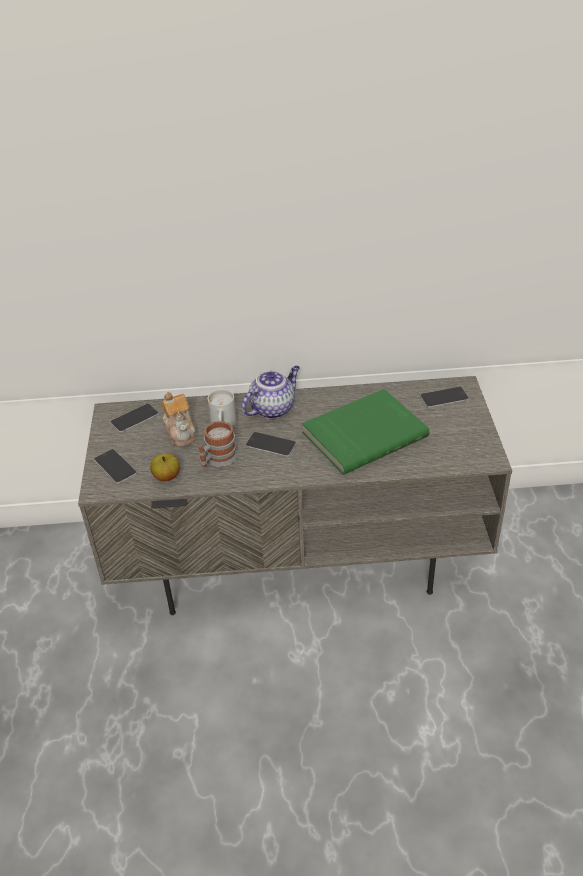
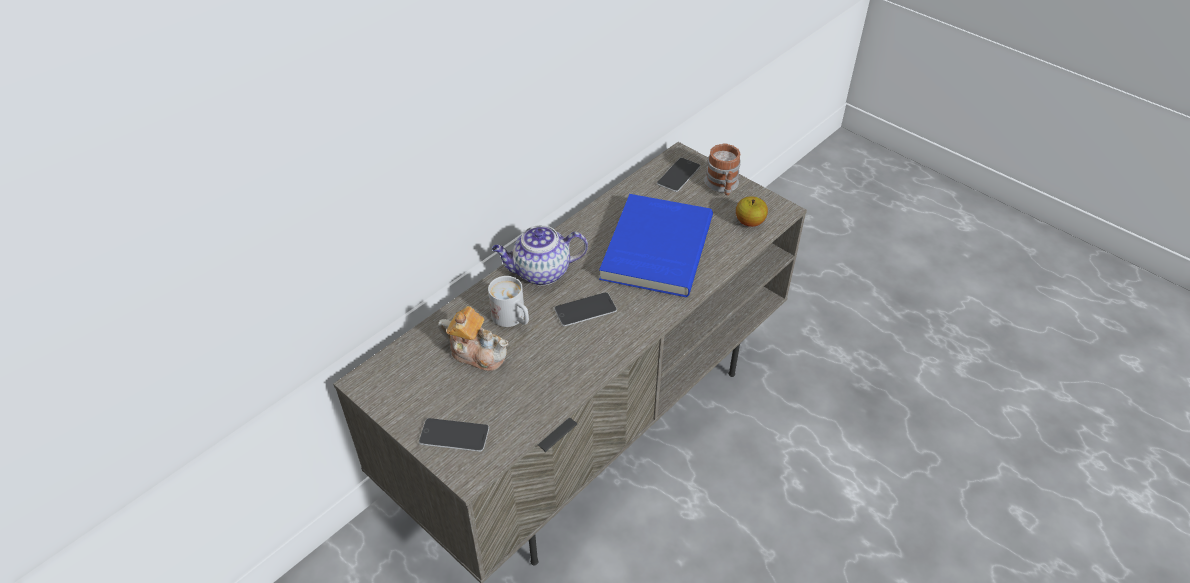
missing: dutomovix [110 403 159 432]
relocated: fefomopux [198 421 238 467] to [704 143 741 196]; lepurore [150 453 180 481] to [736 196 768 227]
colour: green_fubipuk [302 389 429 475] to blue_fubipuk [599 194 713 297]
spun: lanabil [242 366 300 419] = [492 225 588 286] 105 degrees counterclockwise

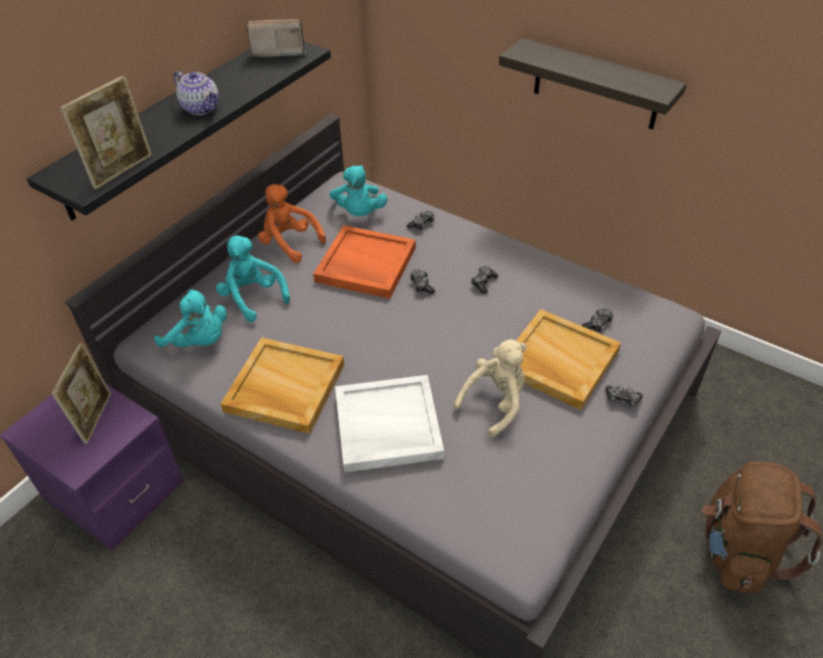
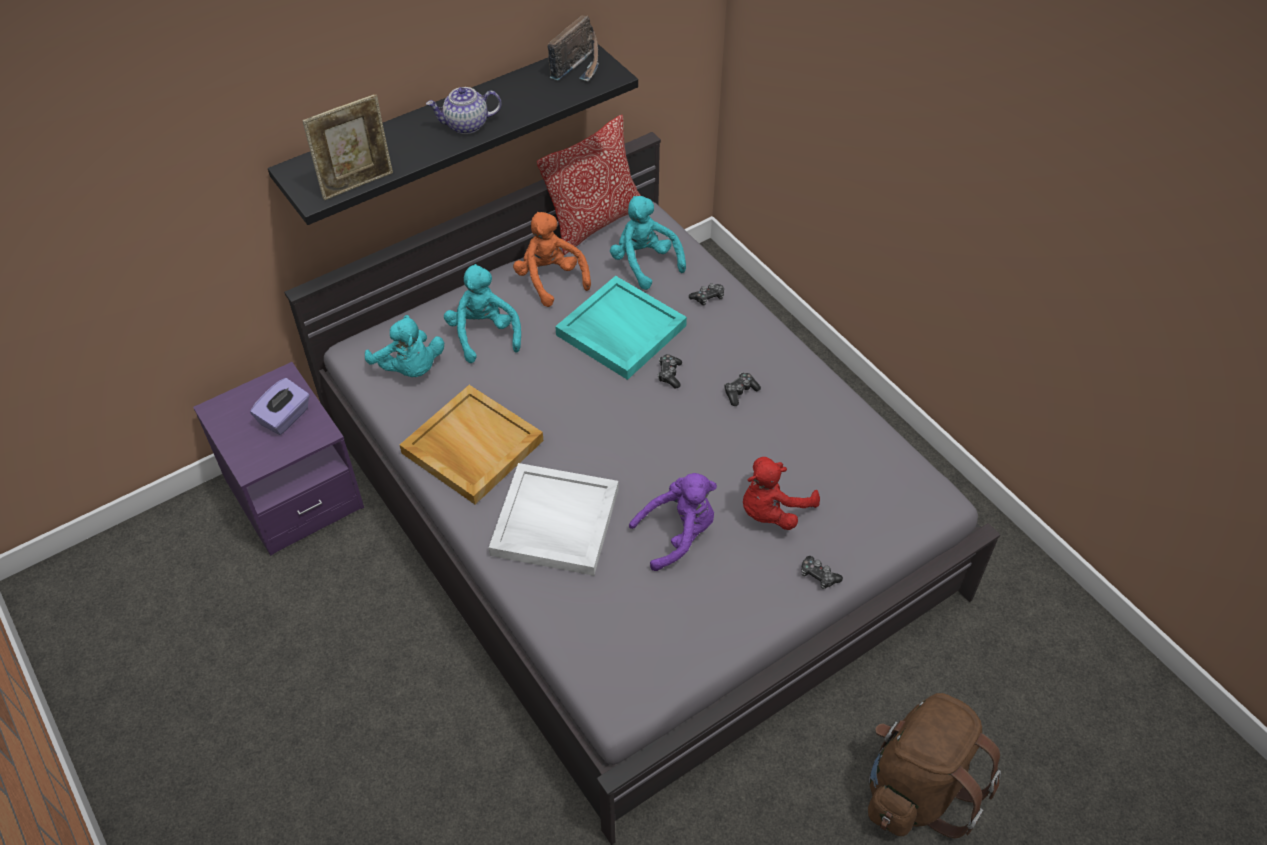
missing: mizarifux [499 38 687 130]; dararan [581 309 614 332]
appeared: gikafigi [537 115 641 255]
exchanged: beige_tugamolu [516 309 621 410] to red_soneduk [743 457 820 530]; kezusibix [52 342 111 444] to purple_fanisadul [250 378 310 435]
colour: orange_tugamolu [313 225 416 299] to turquoise_tugamolu [555 276 687 380]; beige_soneduk [453 339 527 438] to purple_soneduk [629 473 717 571]
spun: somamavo [246 19 306 57] = [547 15 599 81] 105 degrees clockwise; lanabil [174 71 219 115] = [426 87 502 134] 105 degrees clockwise; turquoise_soneduk [330 165 388 216] = [610 196 686 290] 135 degrees clockwise

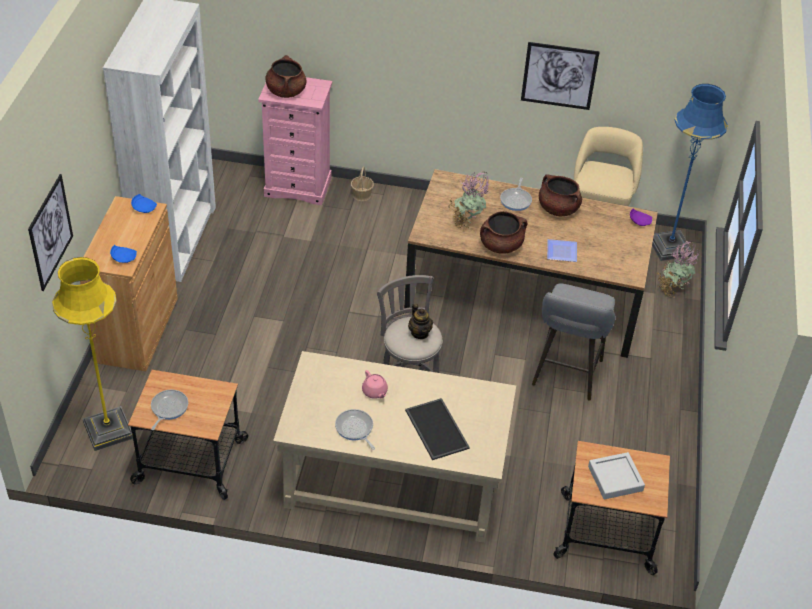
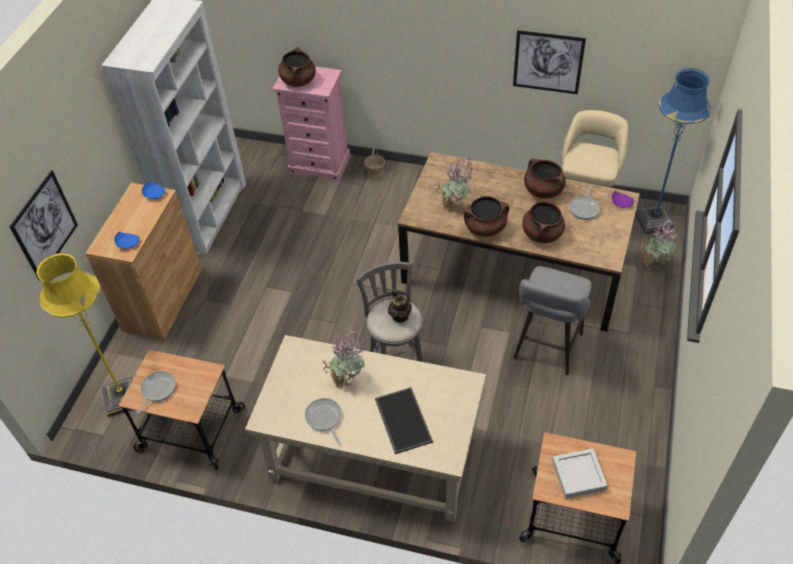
relocated: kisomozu [500 177 532 211] to [569 185 601 220]
exchanged: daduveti [547 239 577 262] to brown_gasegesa [522 198 565 243]; pink_lanabil [362 370 388 399] to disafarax [323 329 365 390]

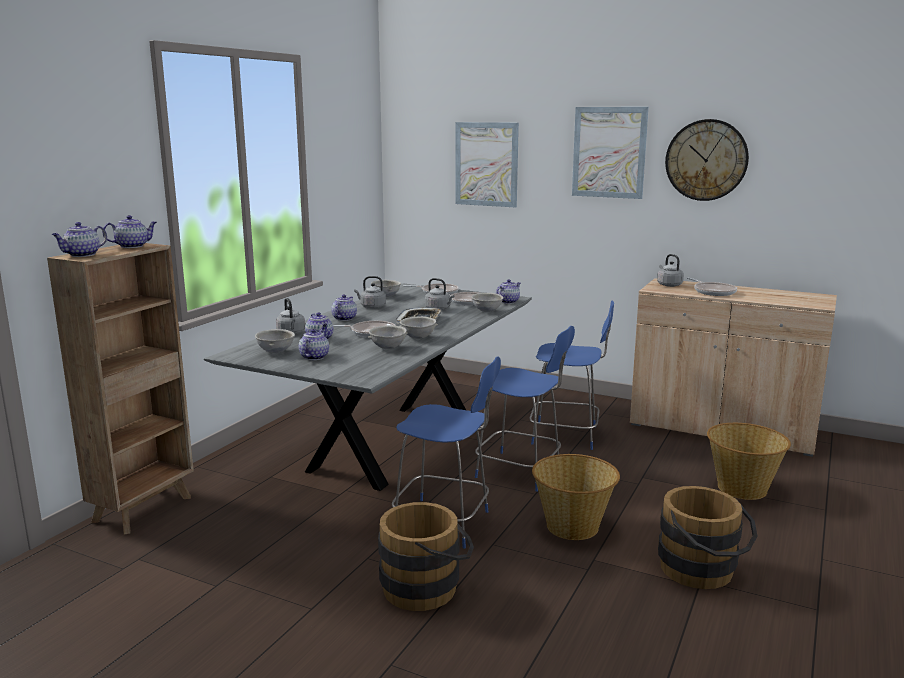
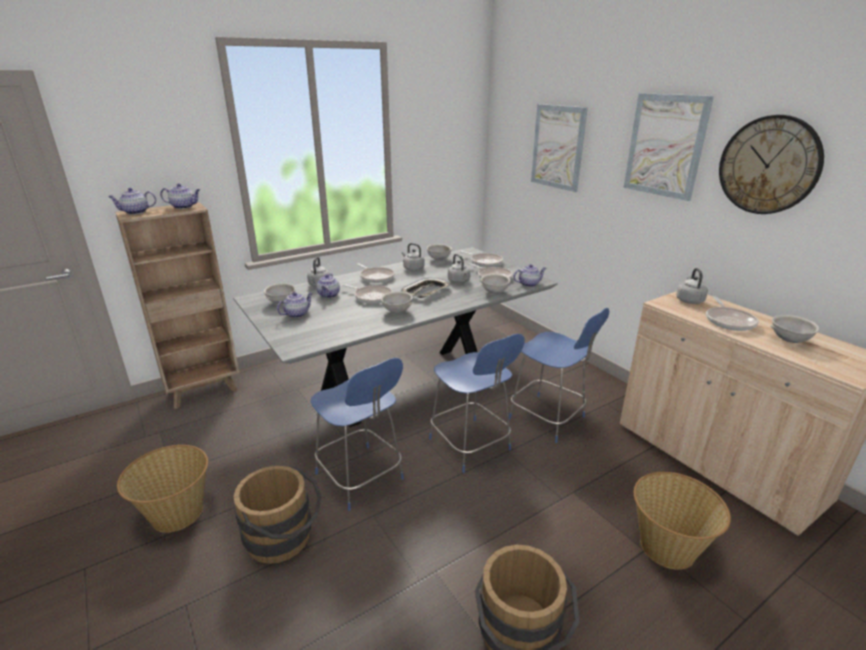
relocated: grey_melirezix [368 325 408 349] to [770 315 819 343]; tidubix [532 454 620 540] to [117 445 208 533]
exchanged: lanabil [331 294 357 321] to kisomozu [356 263 395 283]

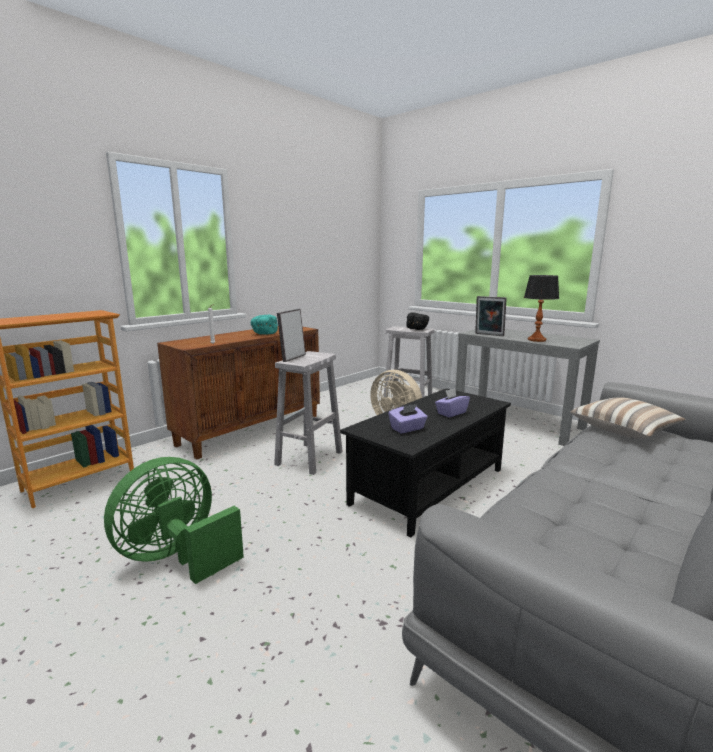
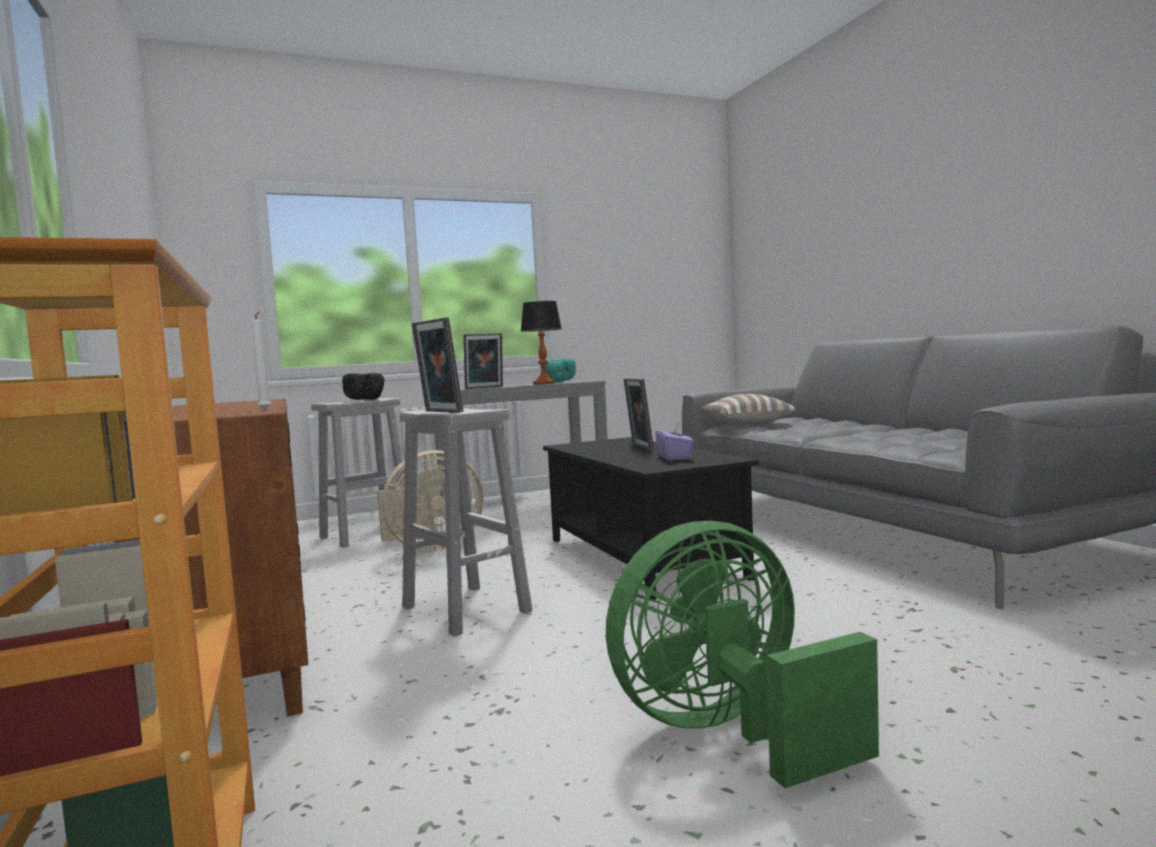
relocated: turquoise_melirezix [251 315 278 334] to [545 358 576 382]
exchanged: purple_fanisadul [435 388 470 417] to kezusibix [624 378 654 451]
spun: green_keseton [104 457 244 584] = [606 521 879 788] 90 degrees clockwise

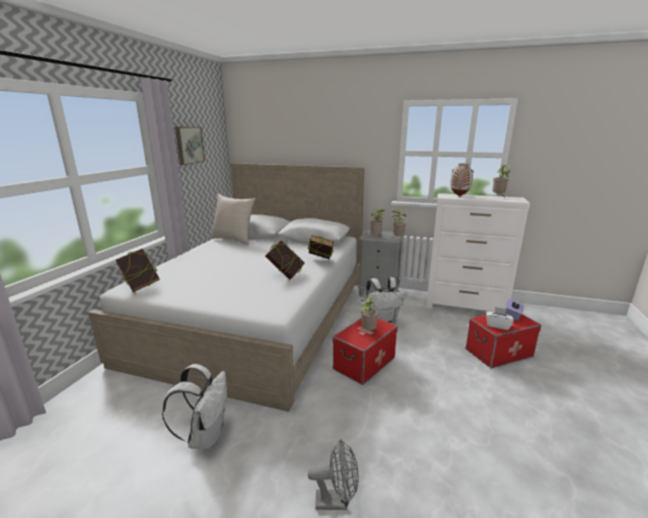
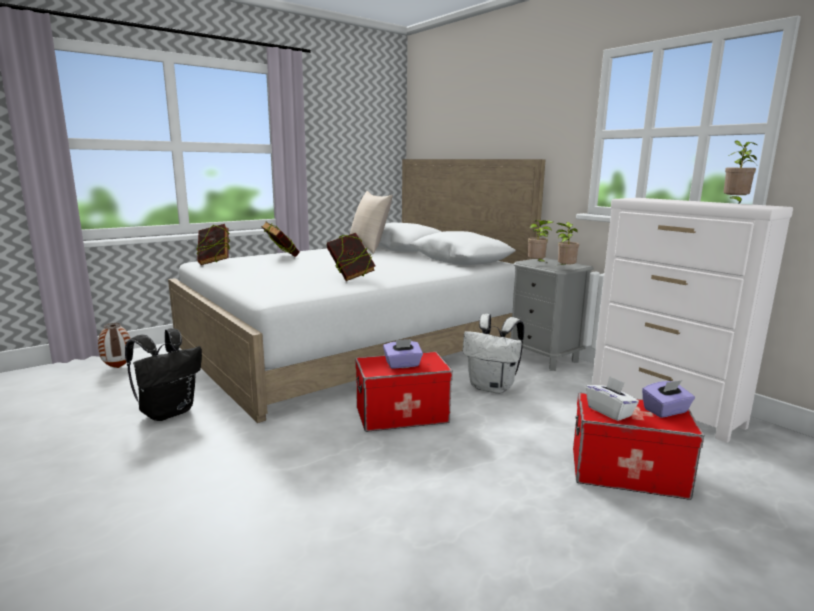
missing: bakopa [175 127 205 165]; grey_keseton [308 439 359 510]
relocated: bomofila [450 164 474 196] to [98 323 131 368]; fubipuk [308 235 334 259] to [261 222 300 257]
exchanged: disafarax [361 294 378 330] to purple_fanisadul [383 339 423 368]
colour: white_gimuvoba [162 364 227 450] to black_gimuvoba [125 328 202 421]

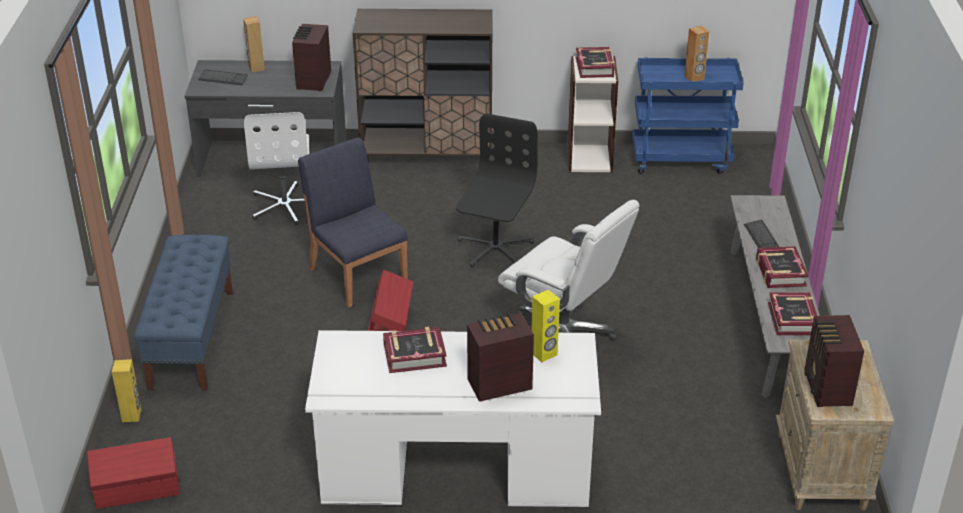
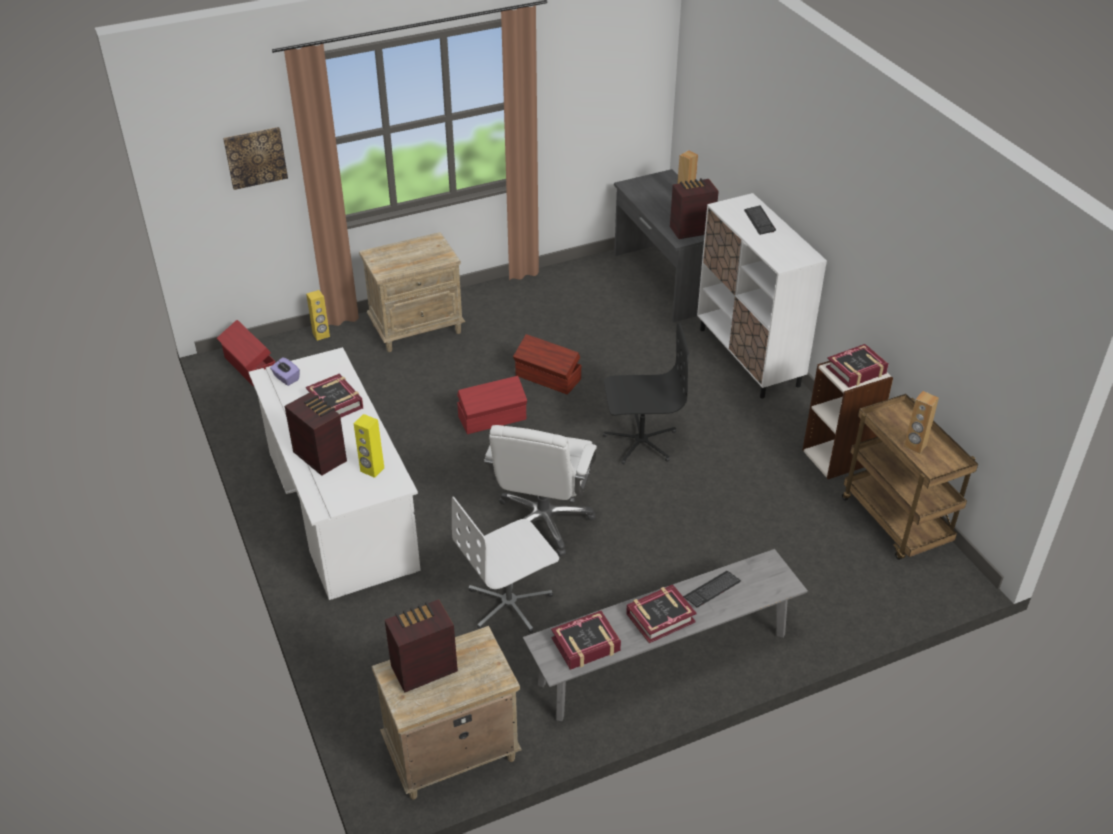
appeared: bakopa [223 127 288 190]; purple_fanisadul [270 357 300 386]
relocated: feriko [198 69 248 85] to [744 206 776 235]; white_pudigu [244 112 309 225] to [452 496 559 633]
exchanged: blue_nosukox [298 137 408 308] to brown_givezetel [513 334 581 395]; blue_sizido [134 235 233 391] to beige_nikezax [359 232 465 352]
colour: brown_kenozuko [353 9 493 164] to white_kenozuko [697 193 827 399]; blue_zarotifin [632 57 744 174] to brown_zarotifin [842 394 978 560]

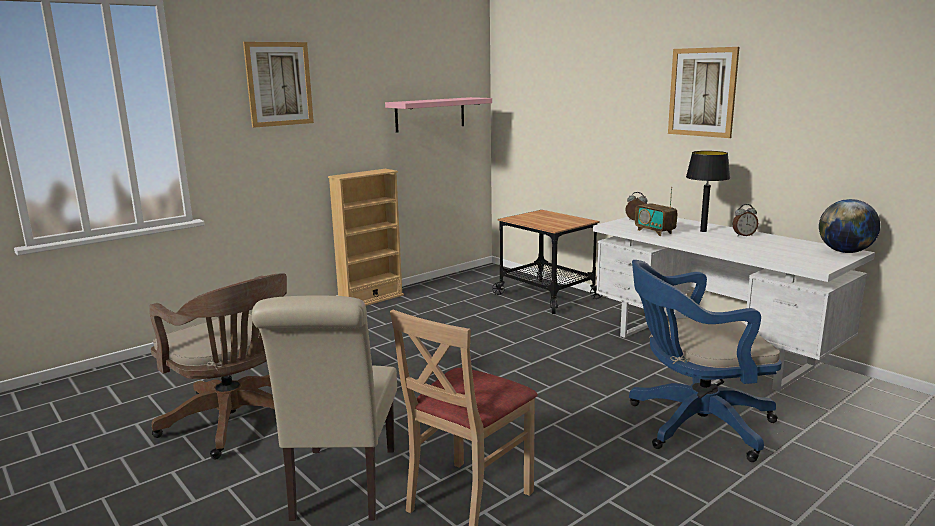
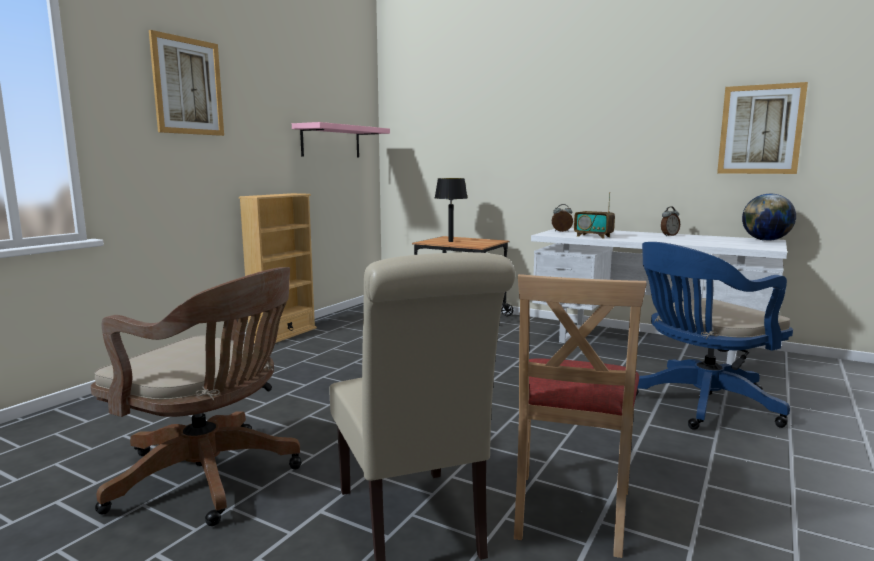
relocated: bakopa [668 47 739 138] to [717 82 808 174]; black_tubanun [686 151 730 232] to [435 178 467 242]

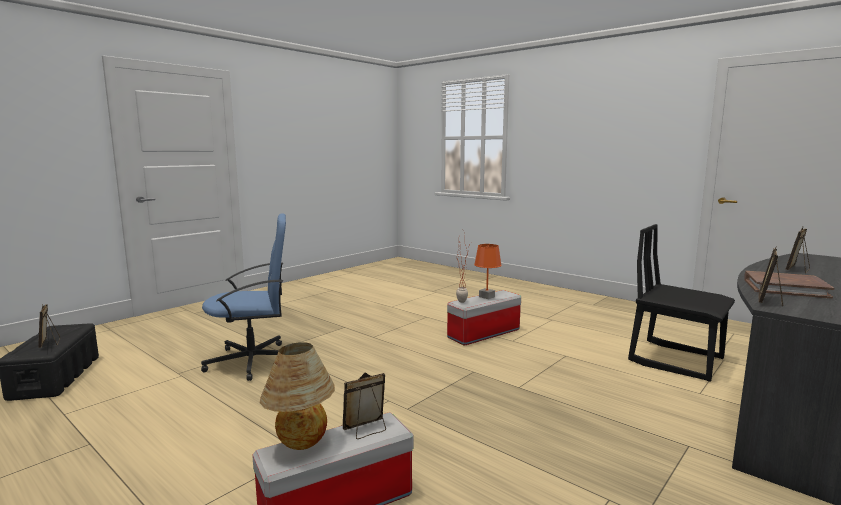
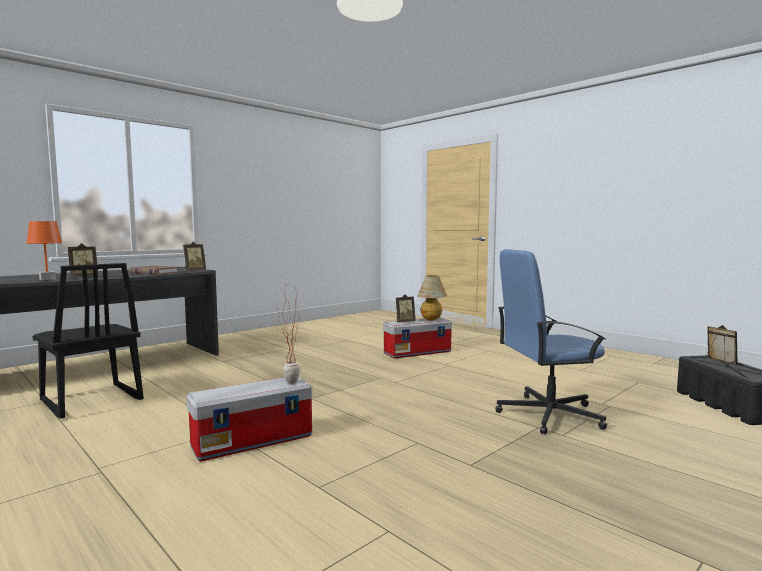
relocated: orange_tubanun [474 244 502 299] to [27 221 63 281]

